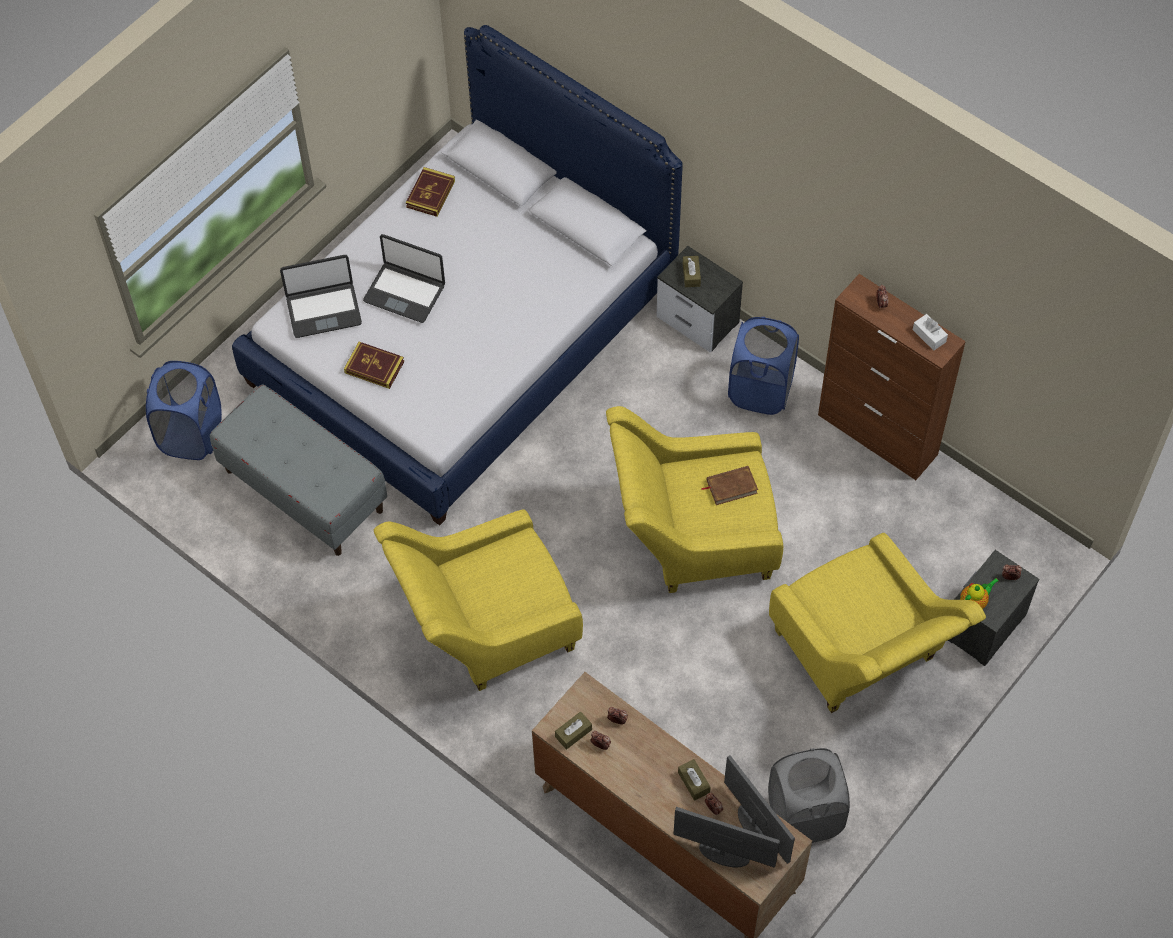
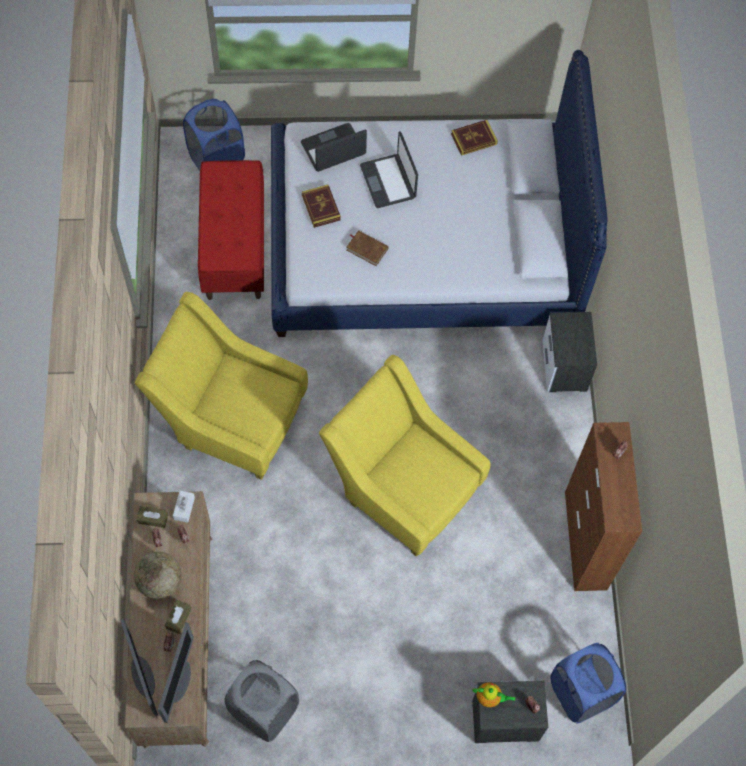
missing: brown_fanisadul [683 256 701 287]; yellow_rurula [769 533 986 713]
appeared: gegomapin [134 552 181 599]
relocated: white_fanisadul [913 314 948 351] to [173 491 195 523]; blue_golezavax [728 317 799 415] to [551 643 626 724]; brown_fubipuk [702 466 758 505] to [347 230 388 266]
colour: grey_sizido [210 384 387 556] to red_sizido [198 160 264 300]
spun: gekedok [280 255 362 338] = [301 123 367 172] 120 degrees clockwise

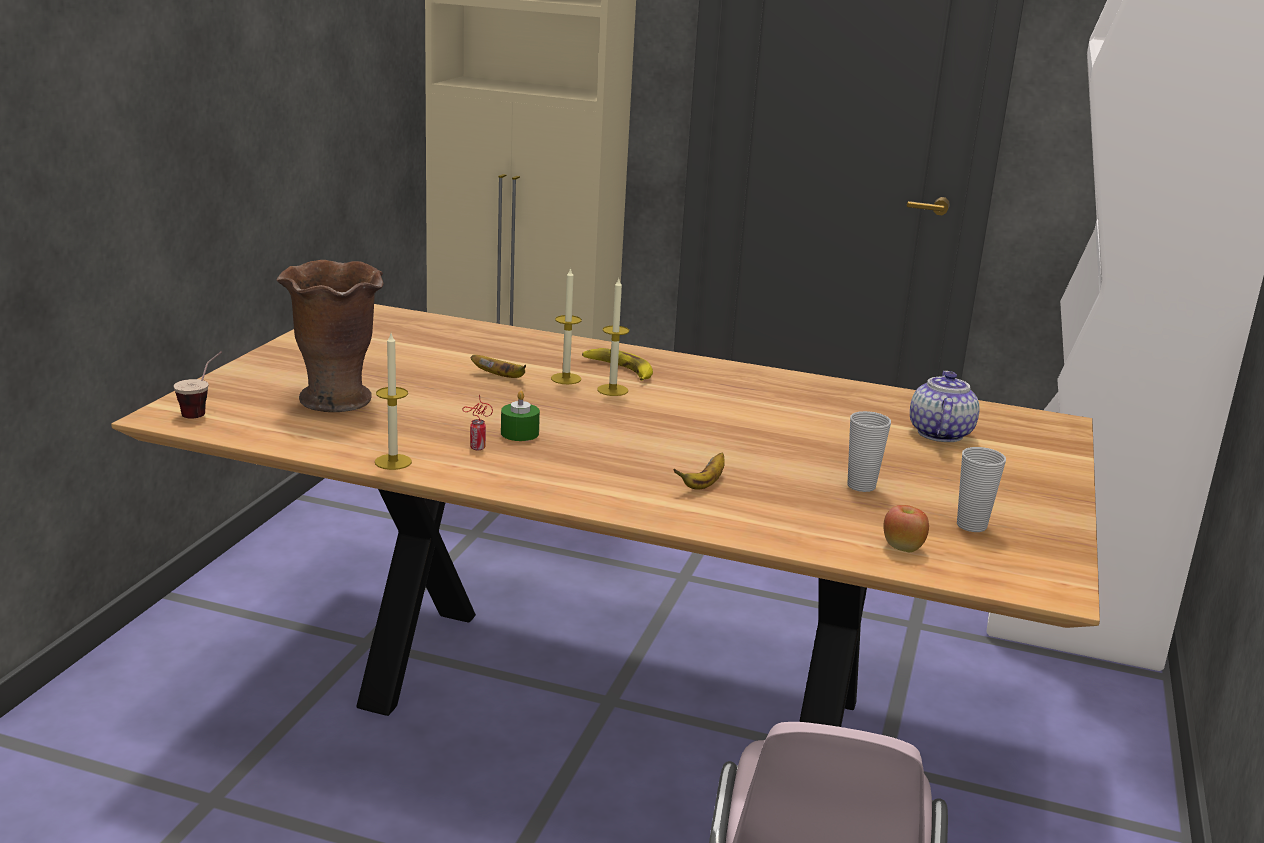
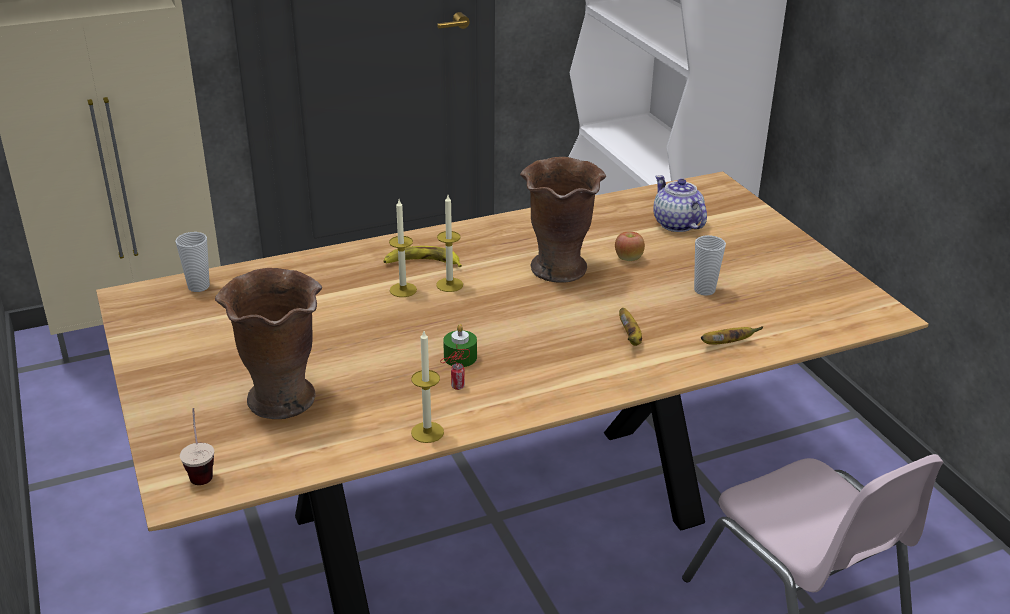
appeared: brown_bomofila [520 157 606 283]
relocated: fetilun [470 355 526 378] to [701 326 763 345]; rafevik [957 447 1006 532] to [175 232 210 292]; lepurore [883 505 929 552] to [615 232 645 261]

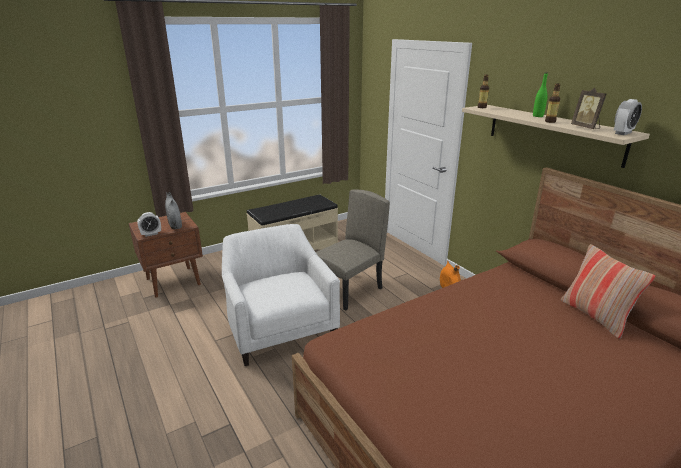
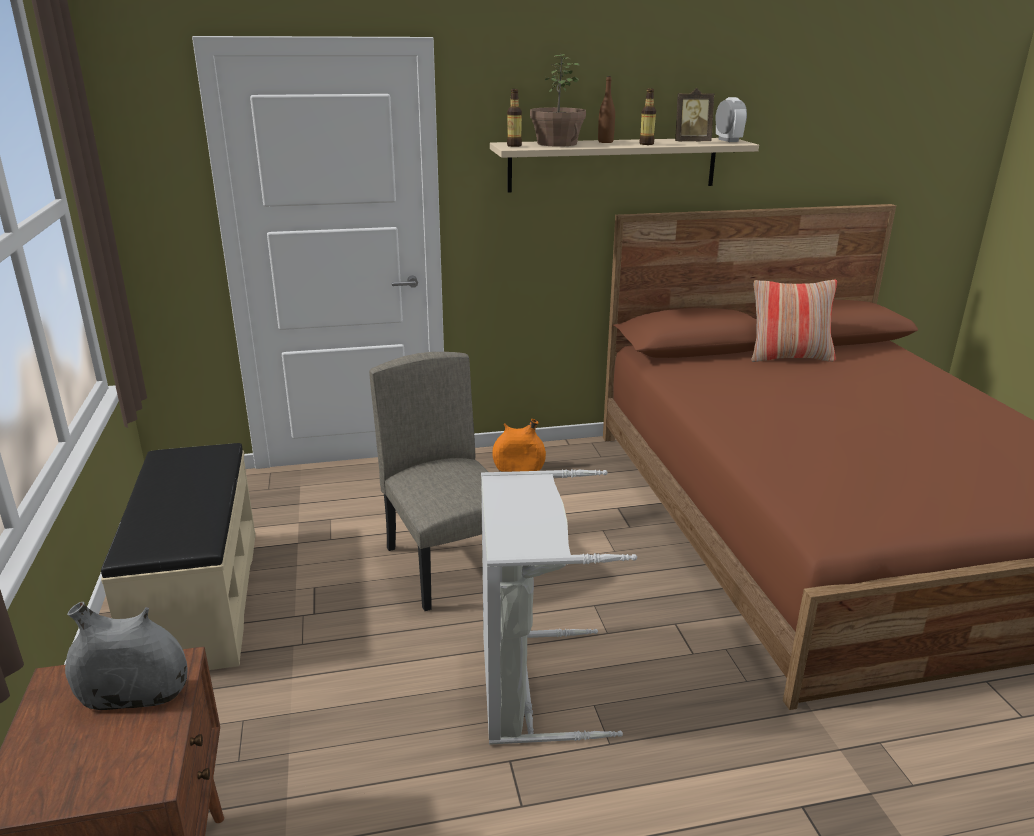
missing: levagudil [137 212 161 237]
appeared: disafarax [530 54 586 147]
exchanged: white_rurula [222 224 340 366] to grey_golezavax [481 469 637 745]
colour: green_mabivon [533 73 548 117] to brown_mabivon [598 76 615 143]

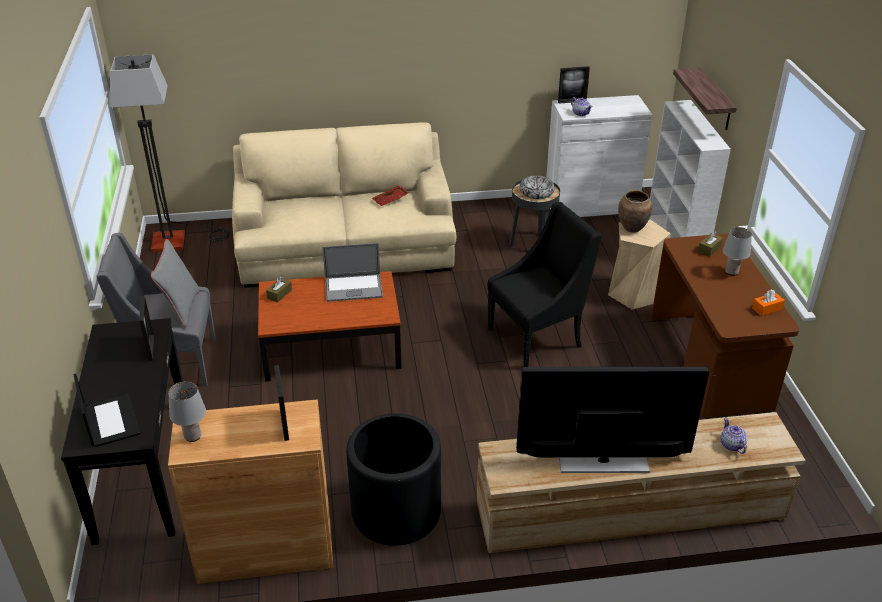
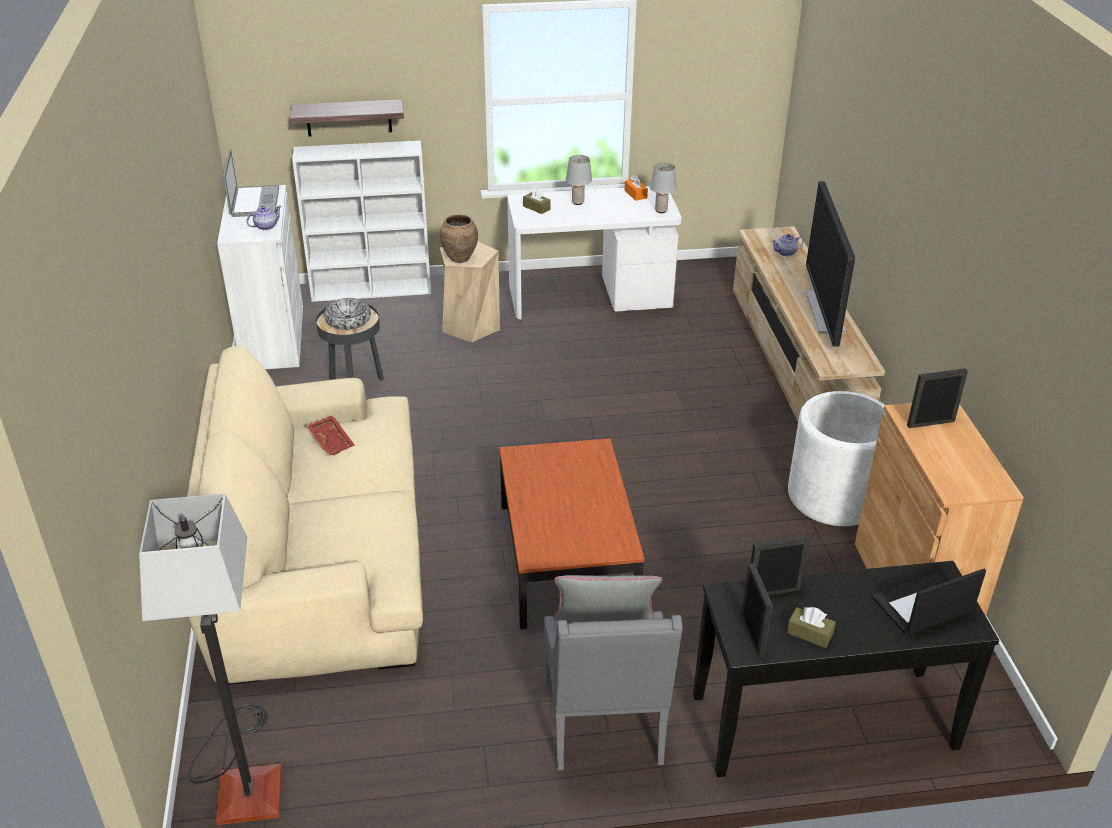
missing: black_rurula [488 202 602 367]
relocated: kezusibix [558 66 590 104] to [741 563 773 658]; gekedok [322 243 383 302] to [223 149 279 217]; brown_fanisadul [266 277 292 302] to [787 607 836 648]; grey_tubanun [168 381 206 442] to [650 162 677 213]
colour: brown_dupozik [651 234 799 419] to white_dupozik [507 186 682 319]; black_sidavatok [346 413 441 546] to white_sidavatok [788 391 888 526]

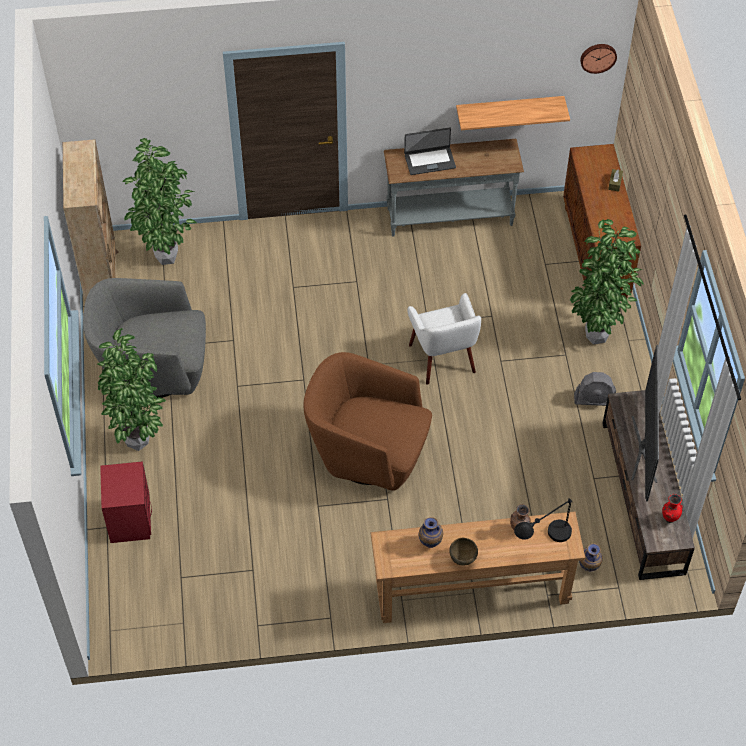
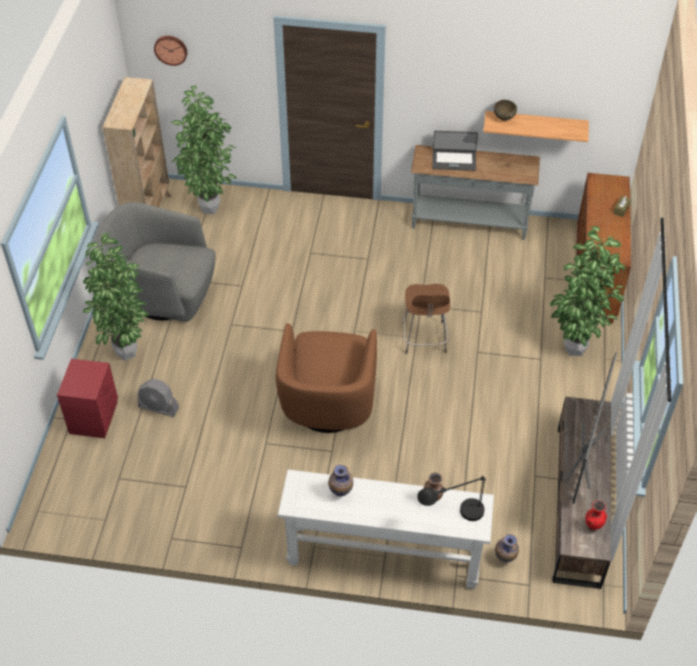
relocated: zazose [580 44 617 74] to [154 36 187 66]; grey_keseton [574 372 616 406] to [138 379 179 417]; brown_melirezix [449 538 478 566] to [494 100 517 121]
exchanged: white_rurula [407 293 481 385] to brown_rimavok [403 284 450 354]
colour: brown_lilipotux [371 512 585 623] to white_lilipotux [278 469 494 589]
spun: brown_rurula [303 352 432 491] = [276 323 377 433] 120 degrees counterclockwise

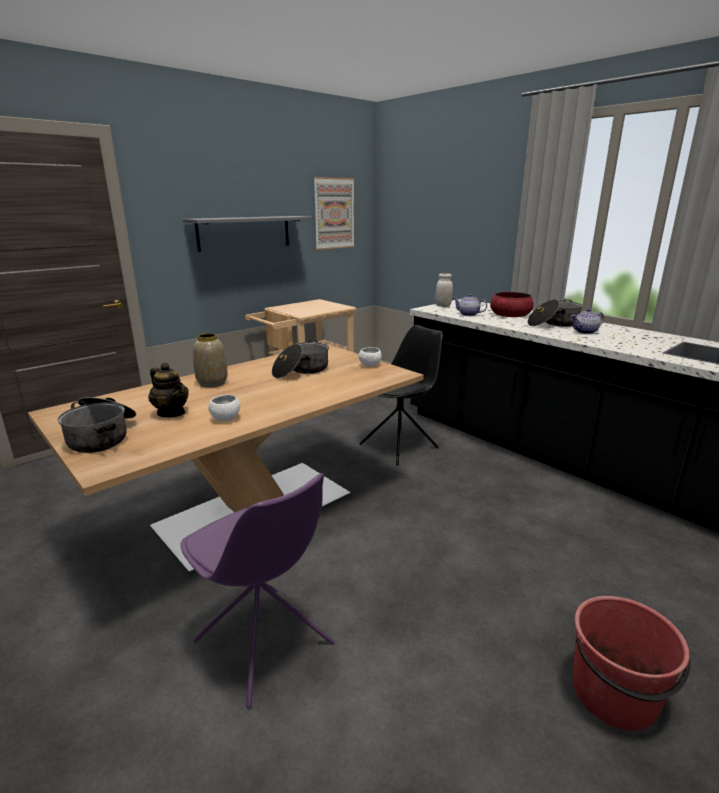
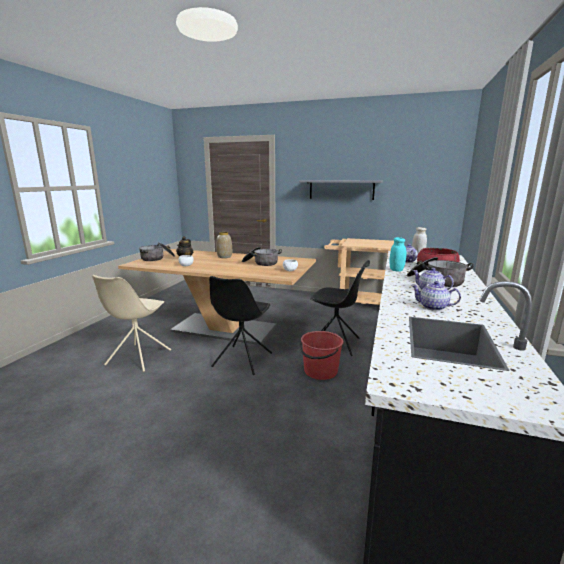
missing: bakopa [313 177 355 250]
appeared: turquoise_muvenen [389 237 406 271]; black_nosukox [209 276 272 375]; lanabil [411 281 461 311]
relocated: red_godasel [573 596 691 731] to [300 331 344 380]
colour: purple_nosukox [181 473 335 709] to beige_nosukox [92 275 171 372]

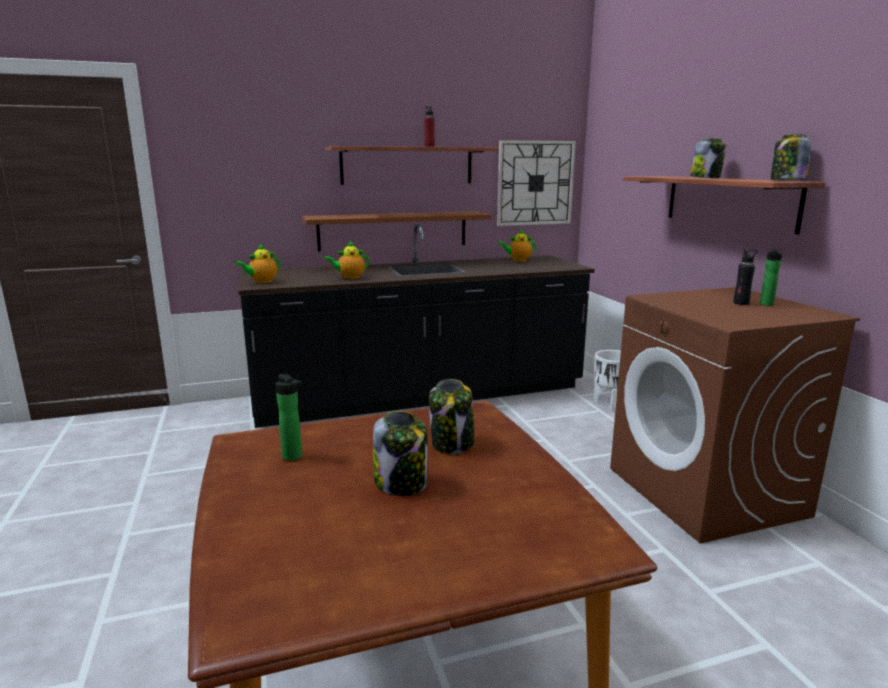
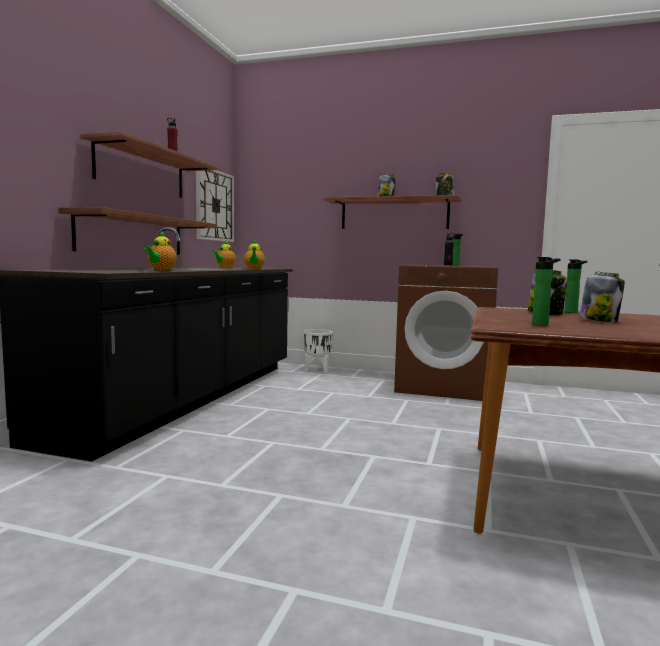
appeared: mabivon [564 259 587 313]
relocated: lanabil [235 244 280 283] to [244 239 265 269]

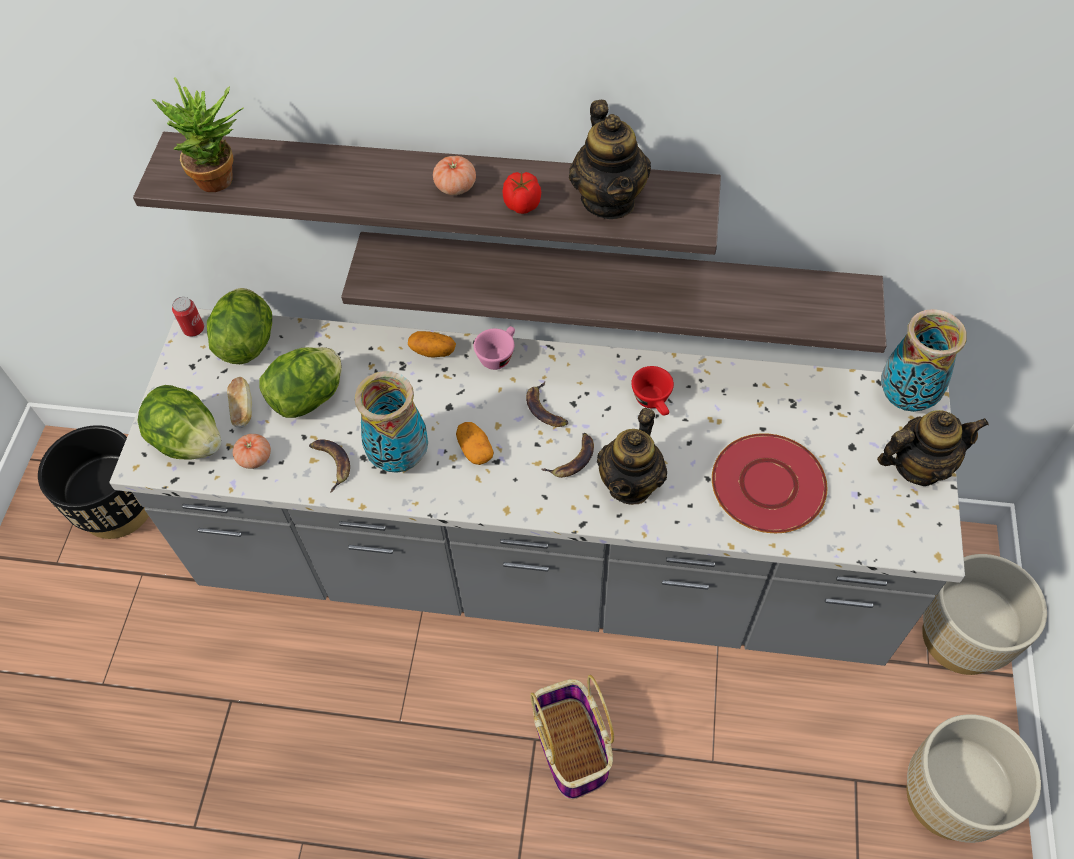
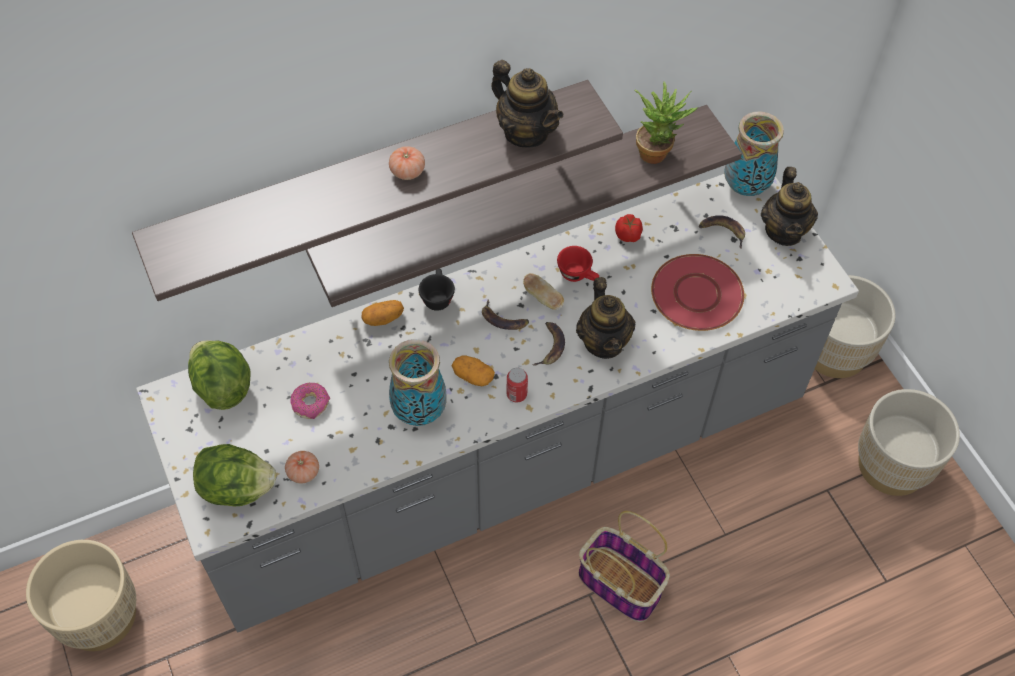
relocated: disafarax [152 77 244 192] to [635 82 698 164]; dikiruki [502 172 541 214] to [615 214 643 242]; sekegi [172 297 204 337] to [506 368 528 402]; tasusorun [227 377 252 428] to [523 273 564 310]; fetilun [309 439 350 493] to [699 215 745 249]
exchanged: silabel [259 347 342 418] to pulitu [291 383 330 419]
colour: pink_rafevik [474 326 515 370] to black_rafevik [419 269 455 311]; black_sidavatok [38 425 149 539] to beige_sidavatok [26 540 136 651]
spun: lanabil [877 410 989 486] = [761 167 818 246] 135 degrees clockwise

